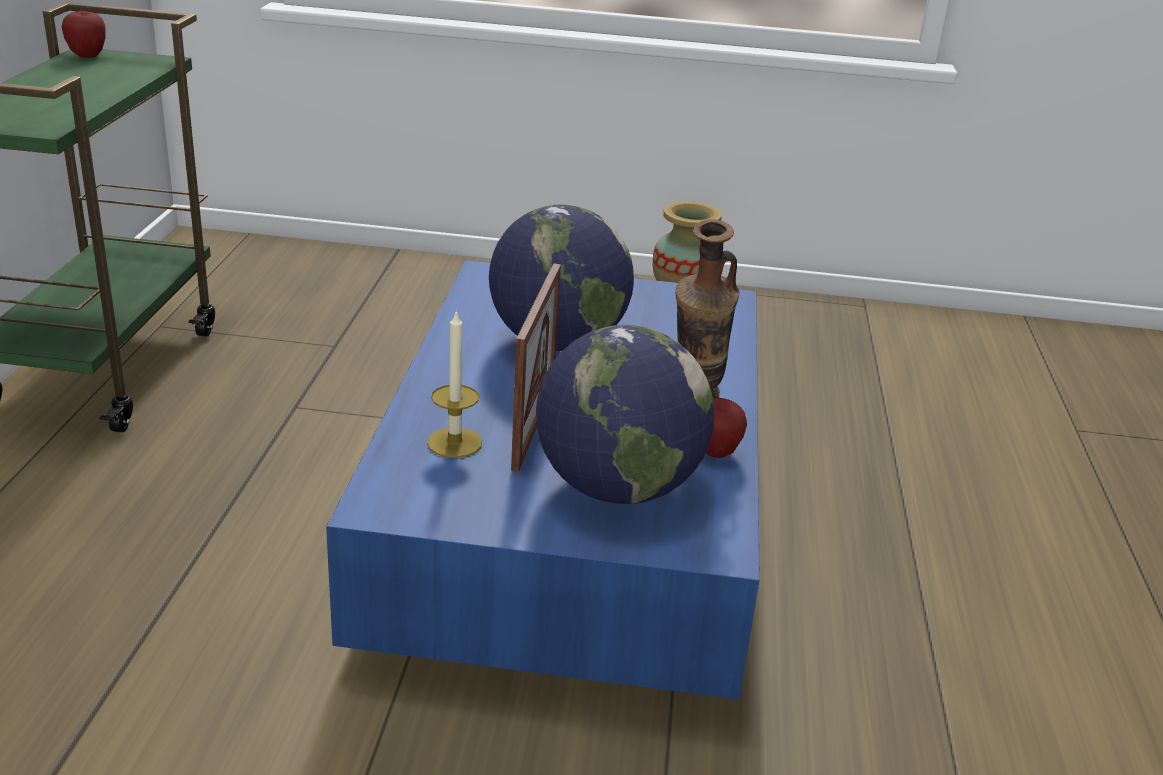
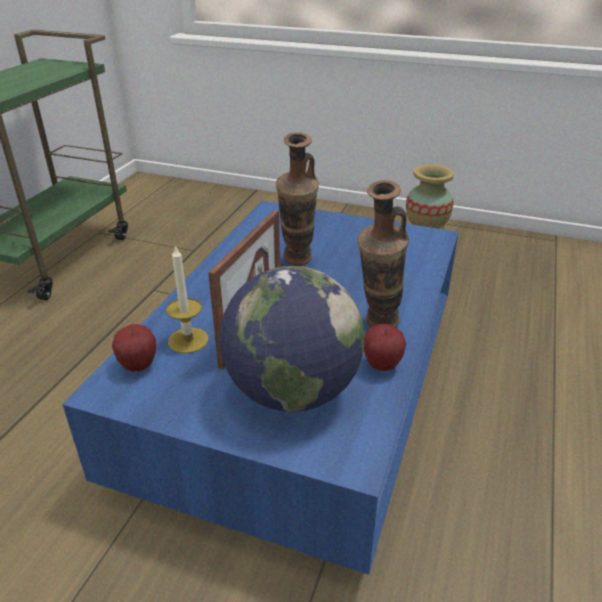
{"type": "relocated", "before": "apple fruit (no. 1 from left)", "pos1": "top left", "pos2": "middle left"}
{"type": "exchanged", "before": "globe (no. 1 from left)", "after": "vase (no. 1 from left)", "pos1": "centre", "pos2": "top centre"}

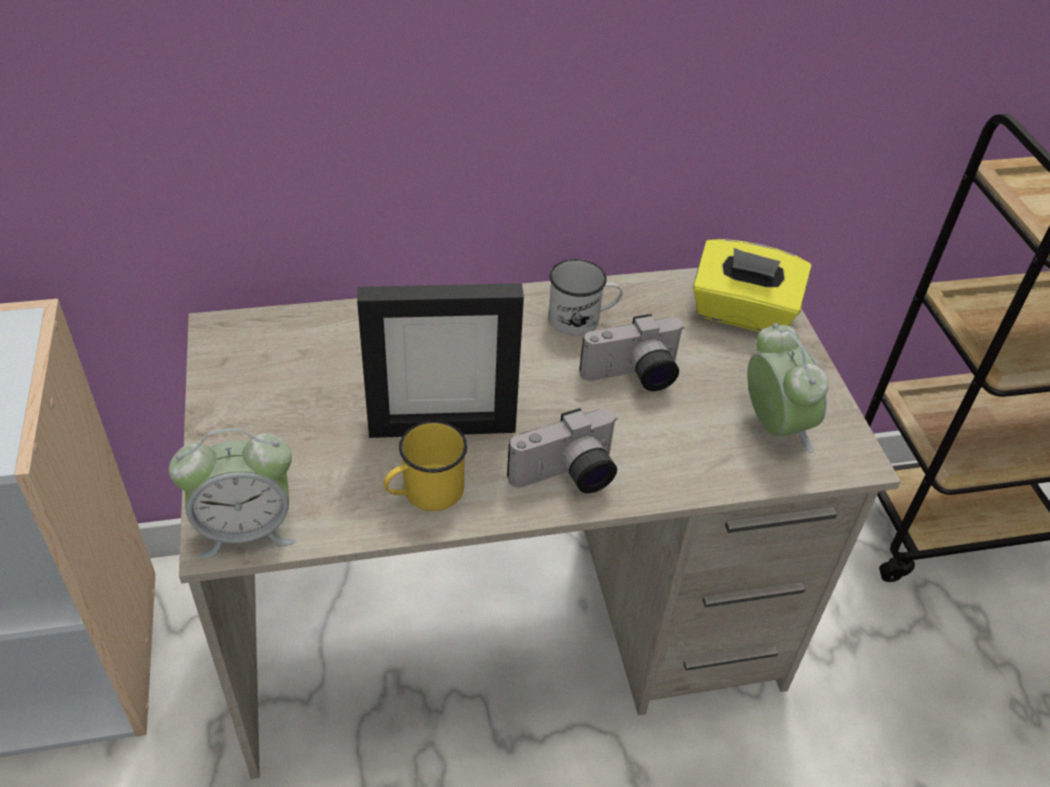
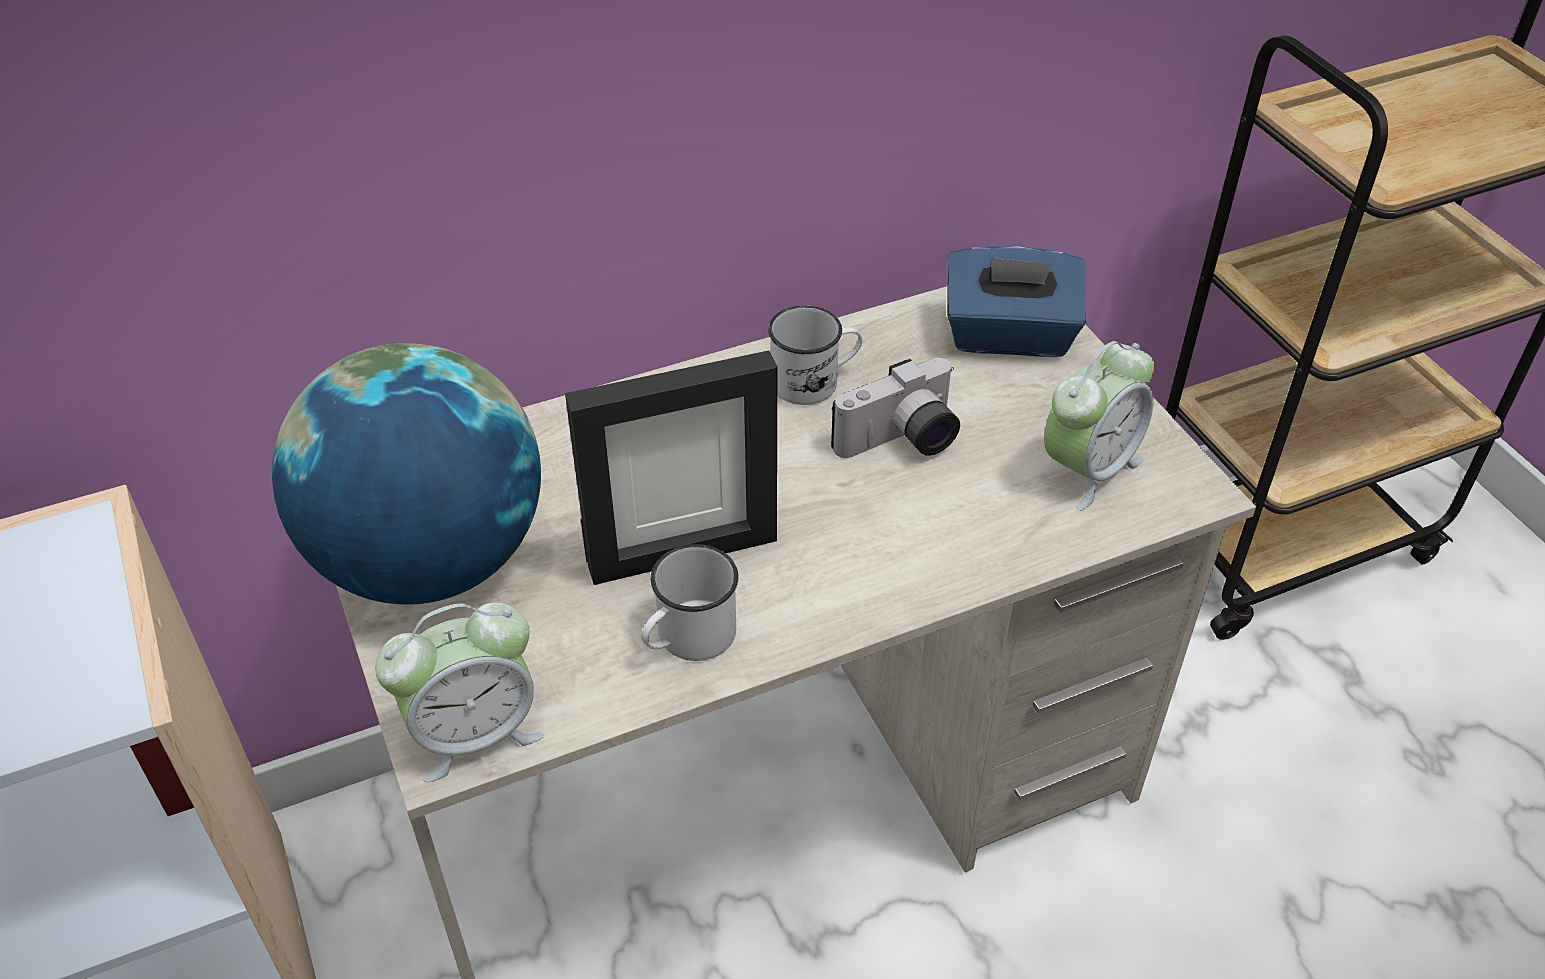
{"type": "colour", "before": "tissue box (yellowish)", "after": "tissue box (bluish)", "pos1": "middle right", "pos2": "top centre"}
{"type": "spun", "before": "table clock (no. 2 from left)", "pos1": "middle right", "pos2": "middle right", "turn": 75}
{"type": "missing", "before": "still camera (no. 1 from left)", "pos1": "centre"}
{"type": "colour", "before": "coffee mug (yellowish)", "after": "coffee mug (white-coloured) (no. 1 from left)", "pos1": "centre", "pos2": "centre"}
{"type": "appeared", "after": "globe", "pos2": "middle left"}

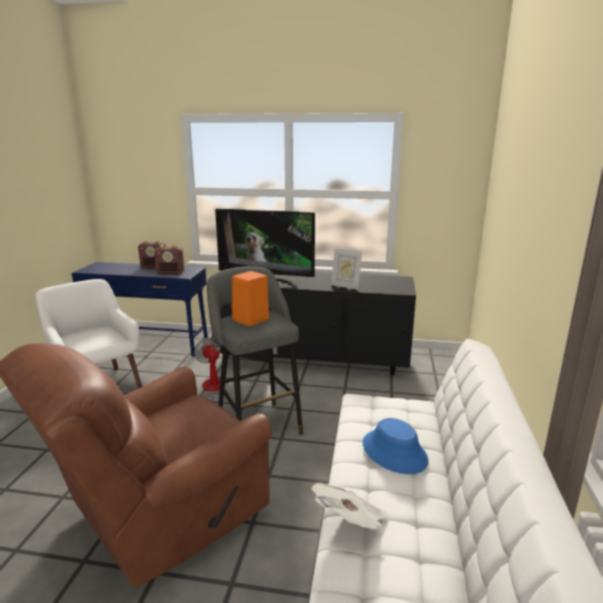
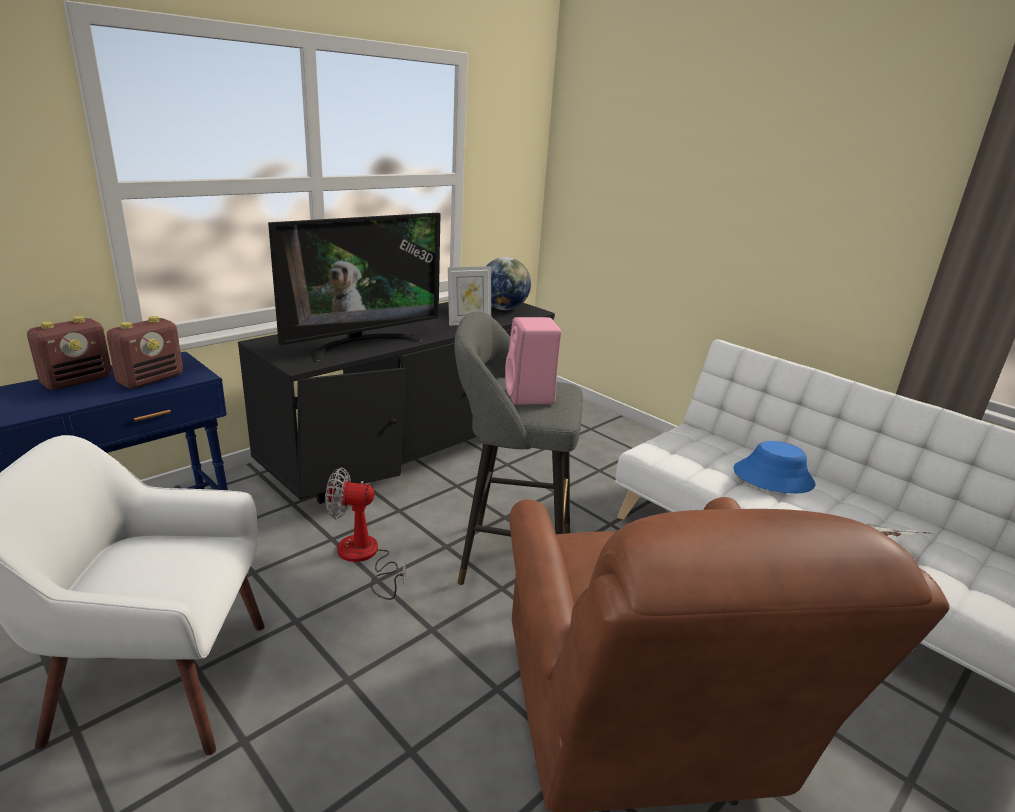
{"type": "colour", "before": "loudspeaker (orange-coloured)", "after": "loudspeaker (pinkish)", "pos1": "centre", "pos2": "centre"}
{"type": "appeared", "after": "globe", "pos2": "centre"}

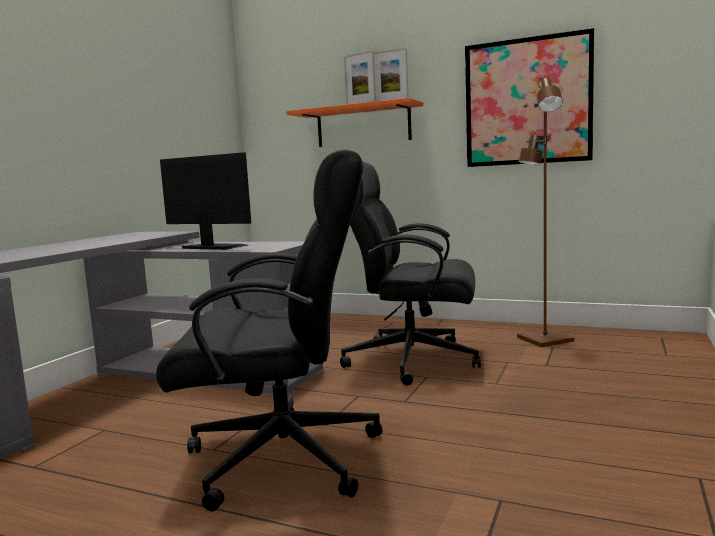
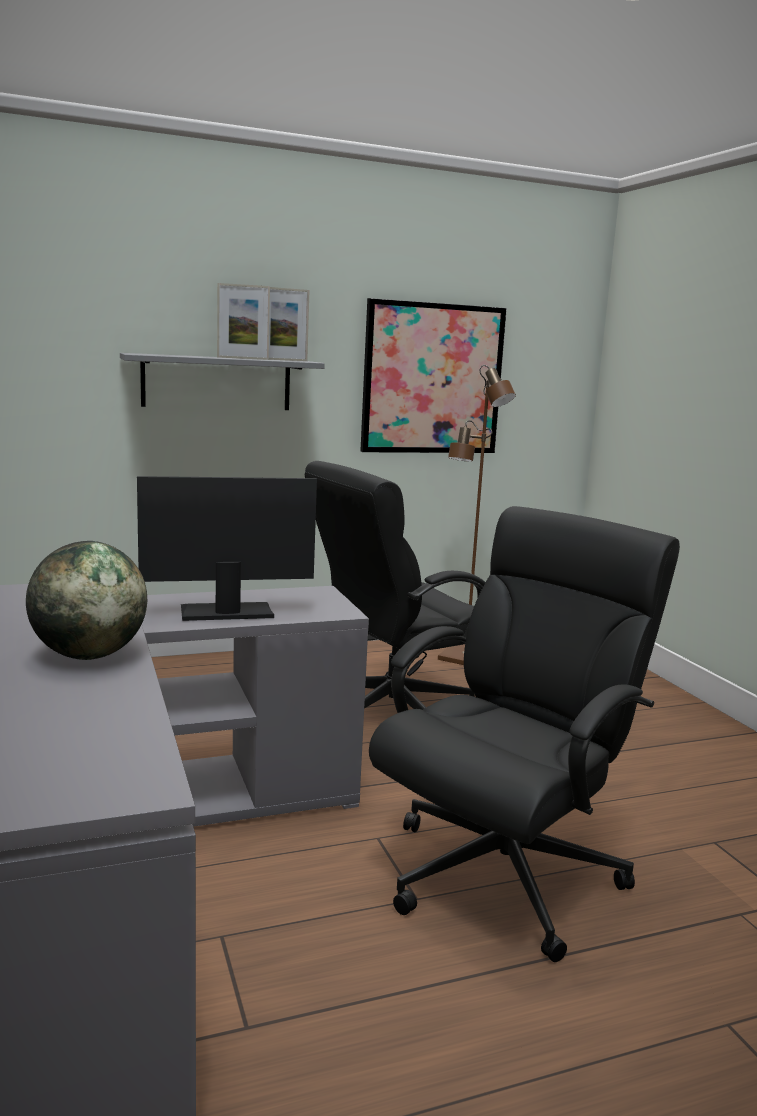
{"type": "colour", "before": "bracket shelf (orange-coloured)", "after": "bracket shelf (greyish)", "pos1": "top centre", "pos2": "middle left"}
{"type": "appeared", "after": "globe", "pos2": "middle left"}

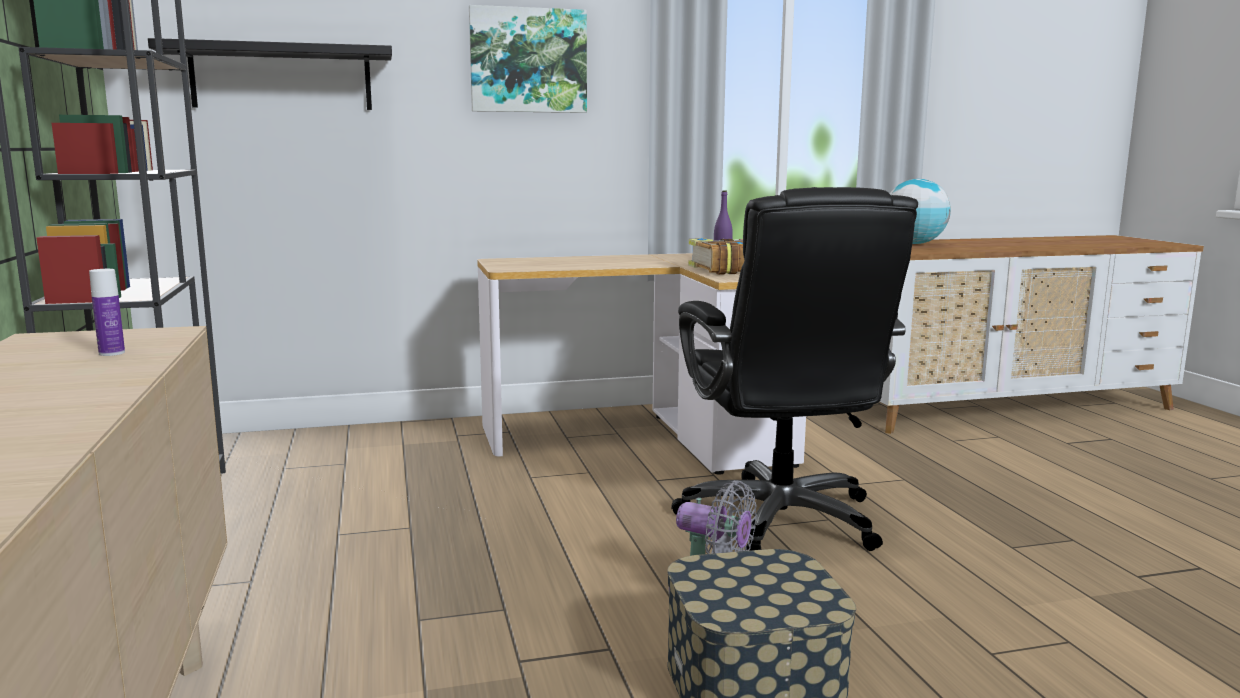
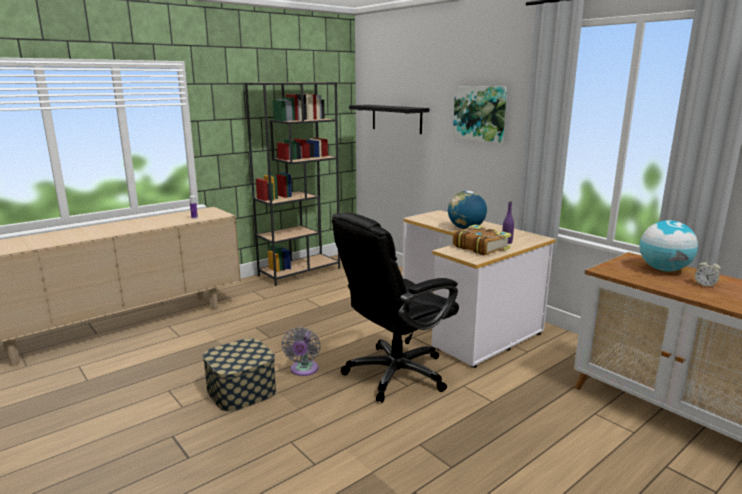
{"type": "appeared", "after": "globe (no. 1 from left)", "pos2": "centre"}
{"type": "appeared", "after": "table clock", "pos2": "middle right"}

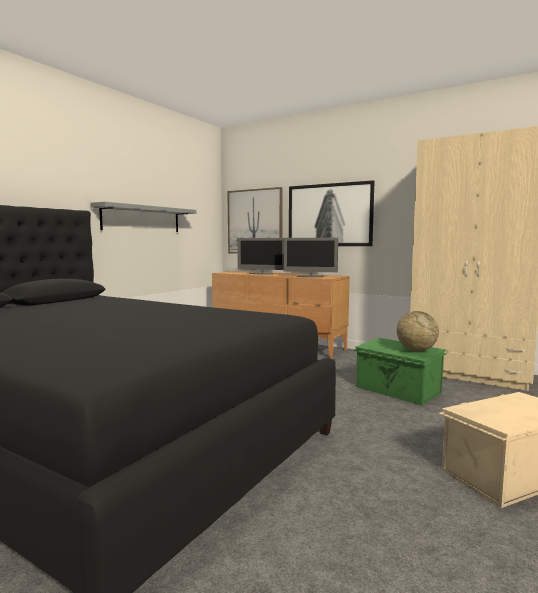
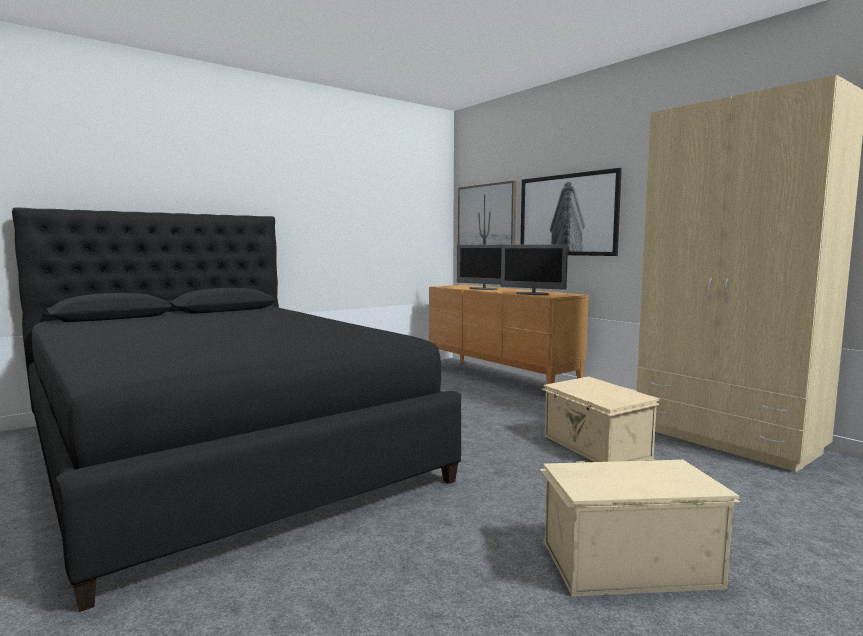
{"type": "missing", "before": "bracket shelf (greyish)", "pos1": "middle left"}
{"type": "missing", "before": "globe", "pos1": "middle right"}
{"type": "colour", "before": "storage container (green)", "after": "storage container (sand-coloured) (no. 1 from left)", "pos1": "middle right", "pos2": "middle right"}

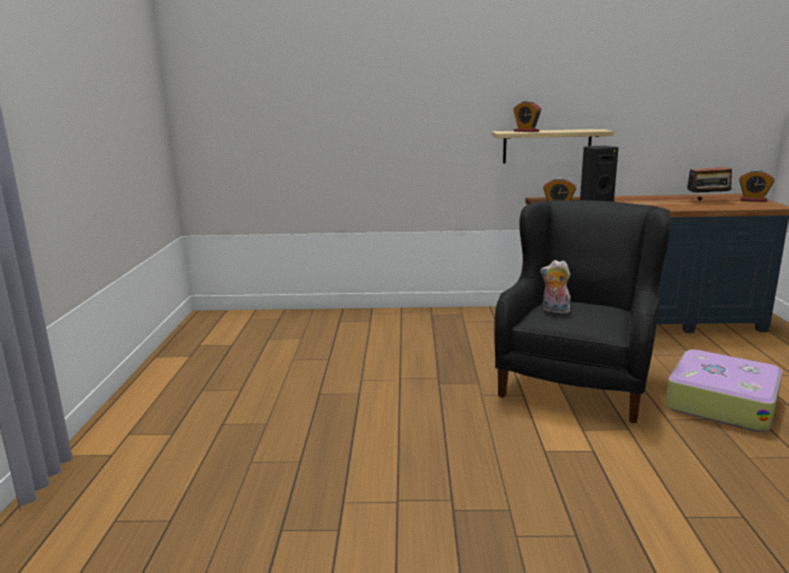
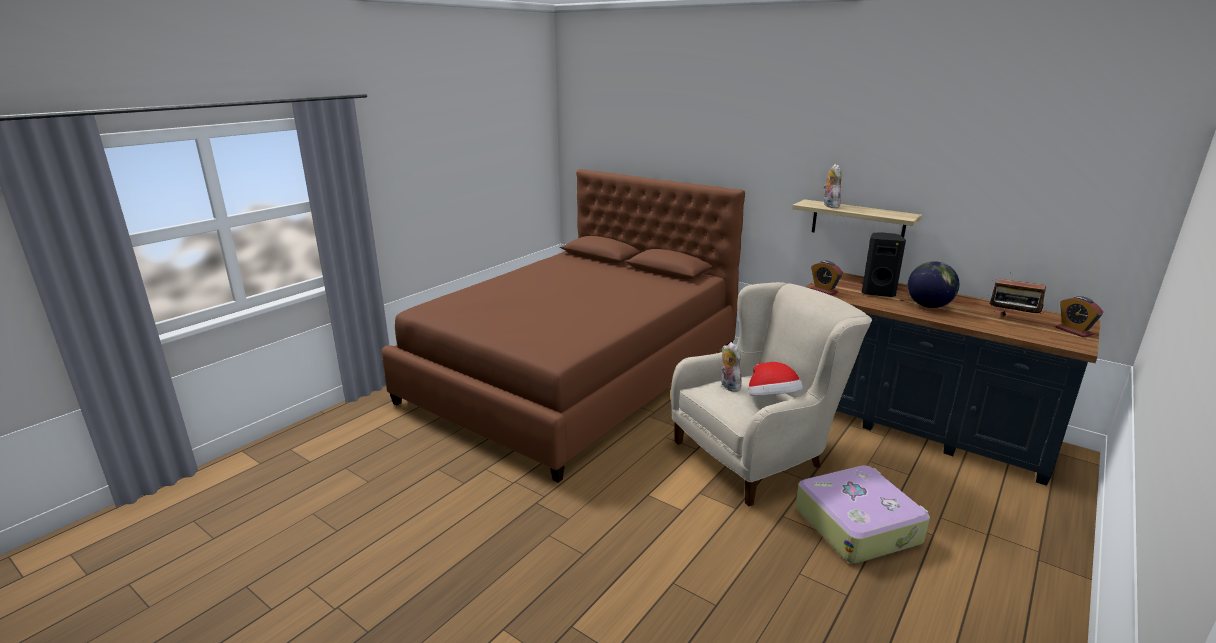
{"type": "exchanged", "before": "table clock (no. 1 from left)", "after": "plush toy (no. 2 from left)", "pos1": "top right", "pos2": "top right"}
{"type": "colour", "before": "easy chair (black-coloured)", "after": "easy chair (sand-coloured)", "pos1": "middle right", "pos2": "centre"}
{"type": "appeared", "after": "bed (brown)", "pos2": "centre"}
{"type": "appeared", "after": "globe", "pos2": "middle right"}
{"type": "appeared", "after": "clothing hat", "pos2": "centre"}

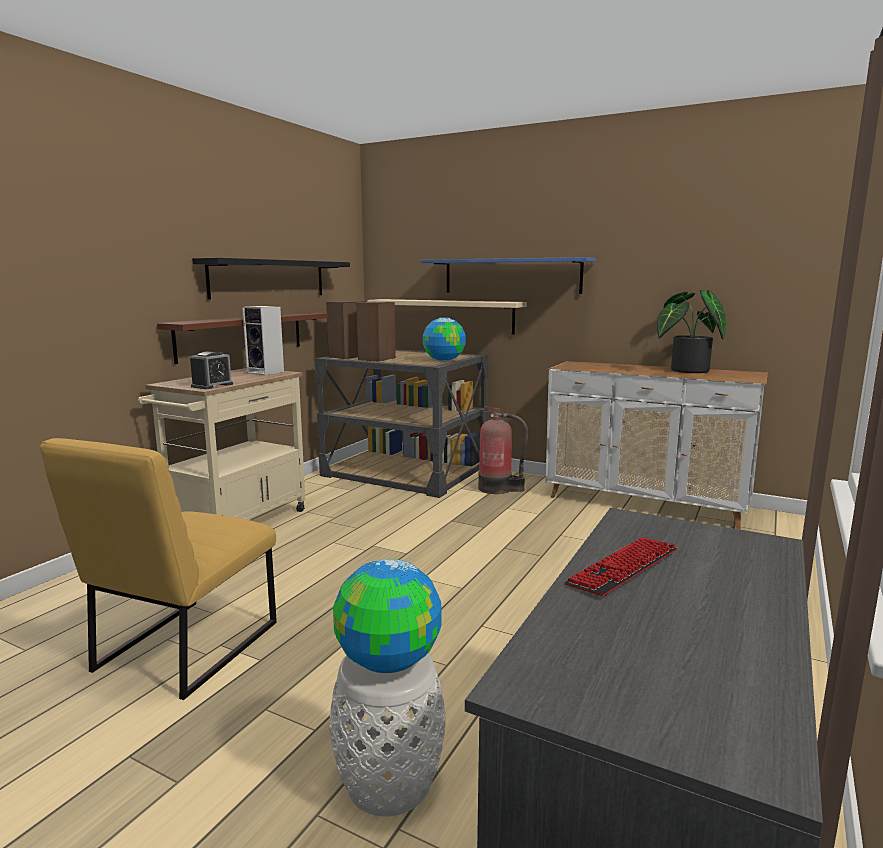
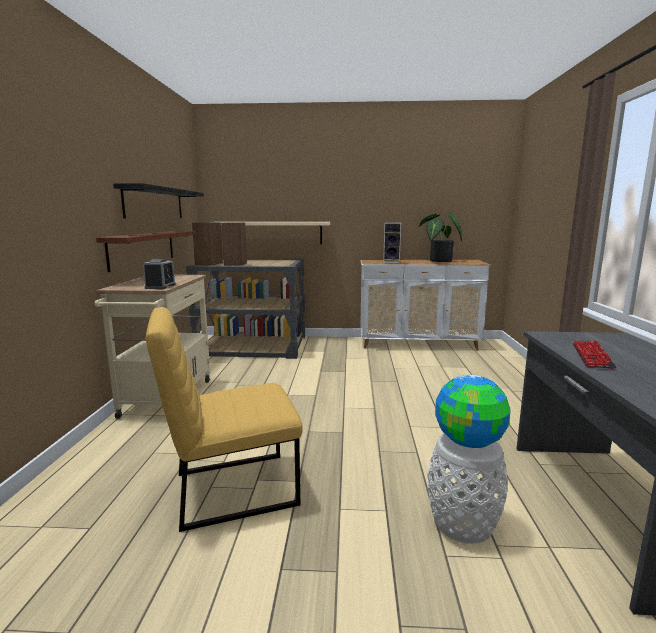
{"type": "missing", "before": "bracket shelf (bluish)", "pos1": "top centre"}
{"type": "relocated", "before": "loudspeaker (no. 1 from left in the first image)", "after": "loudspeaker (no. 3 from left)", "pos1": "middle left", "pos2": "centre"}
{"type": "missing", "before": "globe (no. 2 from left)", "pos1": "centre"}
{"type": "missing", "before": "fire-fighting cylinder", "pos1": "centre"}
{"type": "spun", "before": "upright chair (yellowish)", "pos1": "bottom left", "pos2": "centre", "turn": 75}

